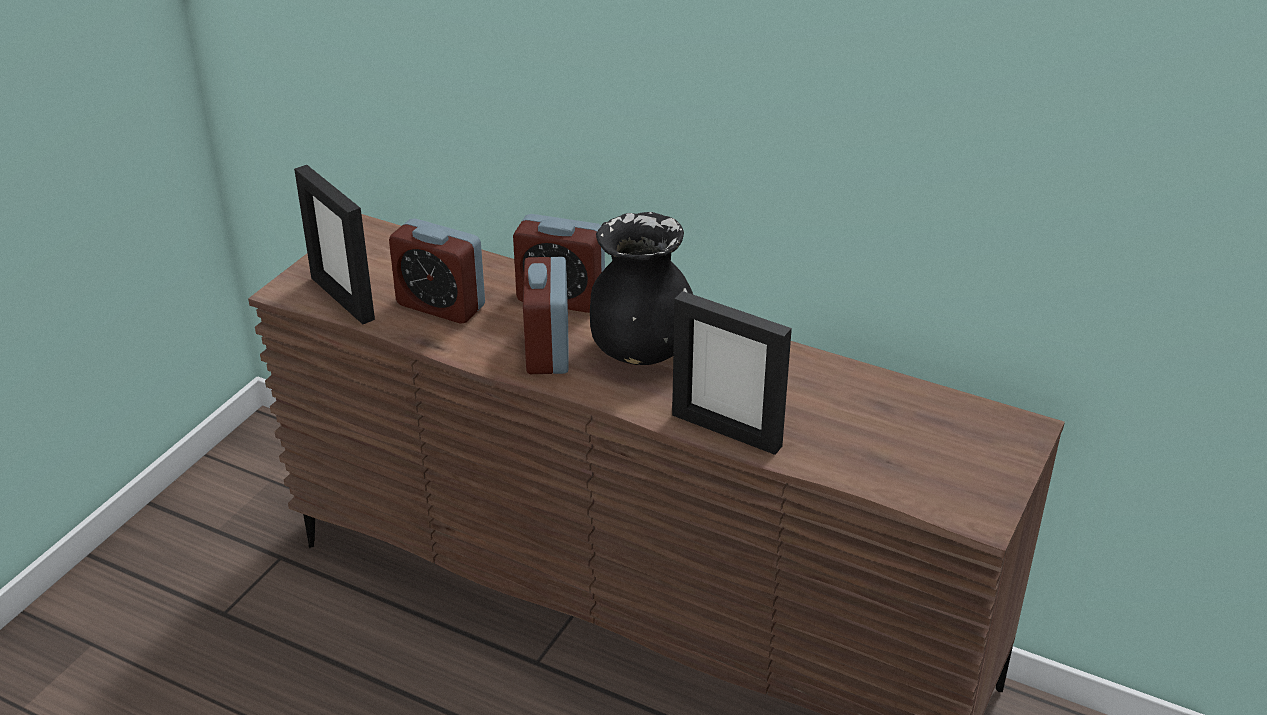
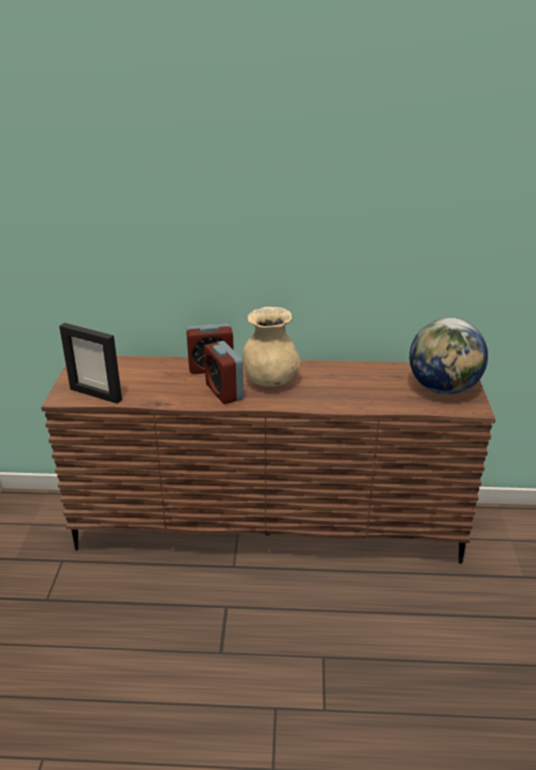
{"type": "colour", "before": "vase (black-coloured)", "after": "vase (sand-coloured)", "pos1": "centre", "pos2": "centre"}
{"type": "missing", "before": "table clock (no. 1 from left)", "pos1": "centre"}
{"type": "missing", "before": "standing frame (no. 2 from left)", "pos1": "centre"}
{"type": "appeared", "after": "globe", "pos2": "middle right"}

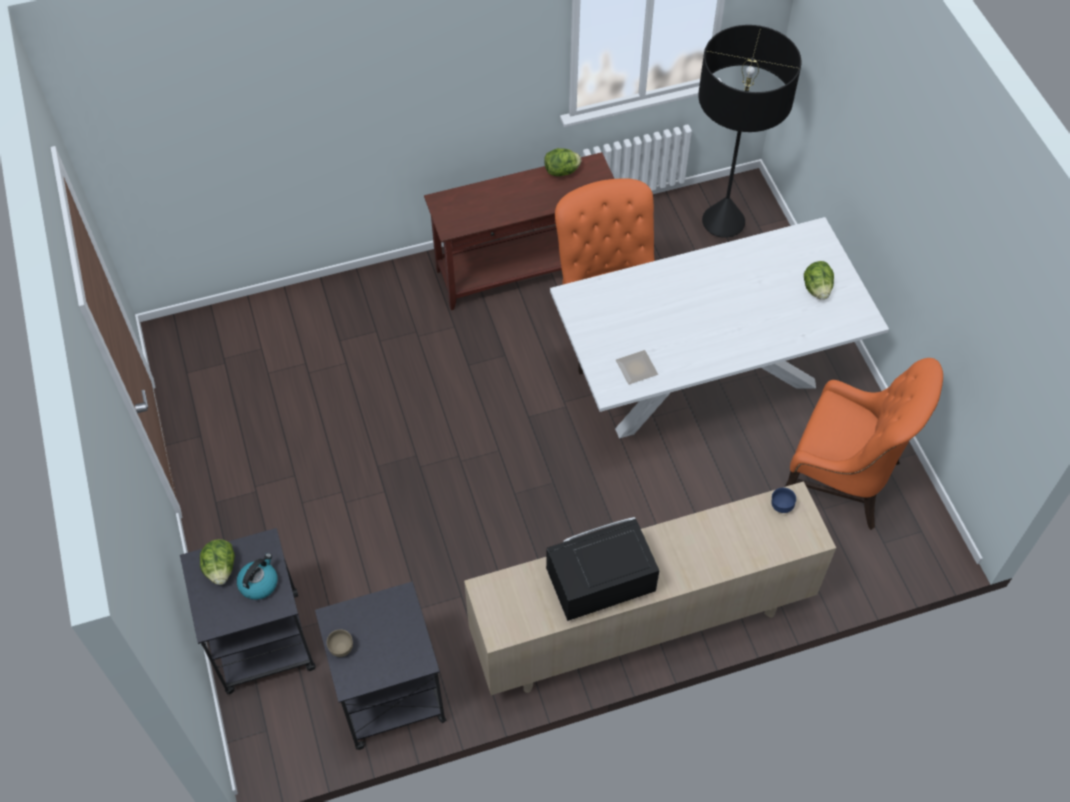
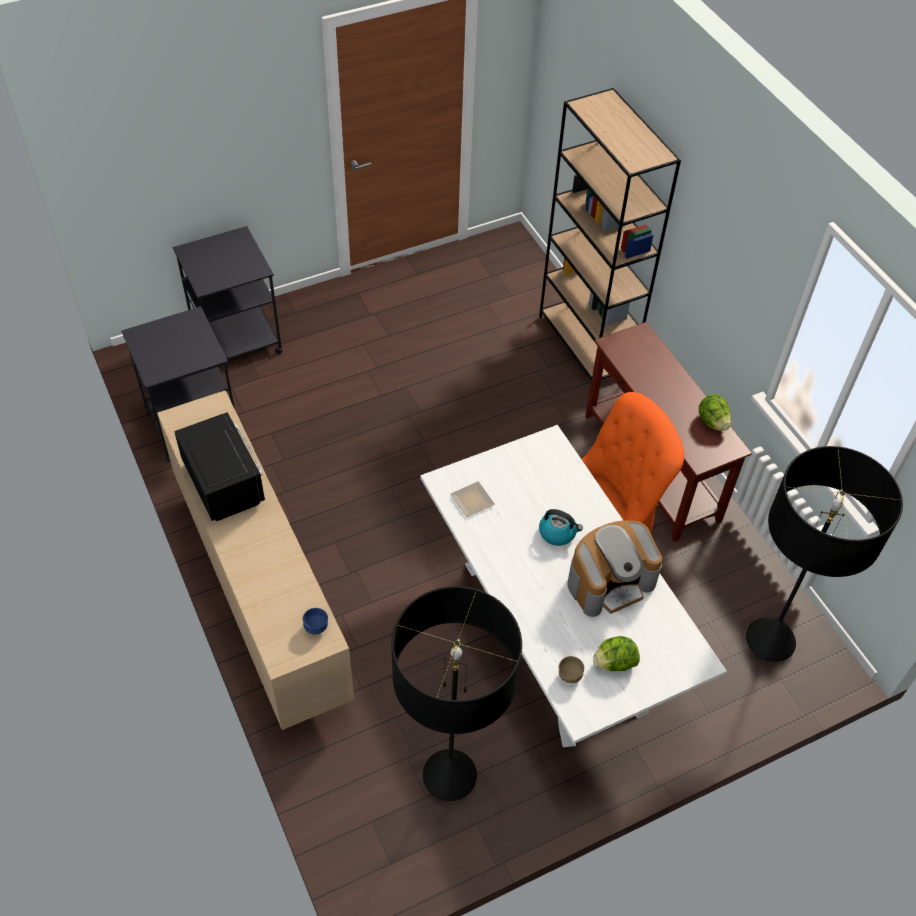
{"type": "exchanged", "before": "upright chair (orange-coloured) (no. 2 from left)", "after": "floor lamp (black-coloured) (no. 1 from left)", "pos1": "middle right", "pos2": "bottom centre"}
{"type": "missing", "before": "head of lettuce (no. 1 from left)", "pos1": "bottom left"}
{"type": "relocated", "before": "kettle", "pos1": "bottom left", "pos2": "centre"}
{"type": "relocated", "before": "serving bowl (brown)", "pos1": "bottom left", "pos2": "bottom centre"}
{"type": "appeared", "after": "bookcase (sand-coloured)", "pos2": "top centre"}
{"type": "appeared", "after": "coffee maker", "pos2": "middle right"}

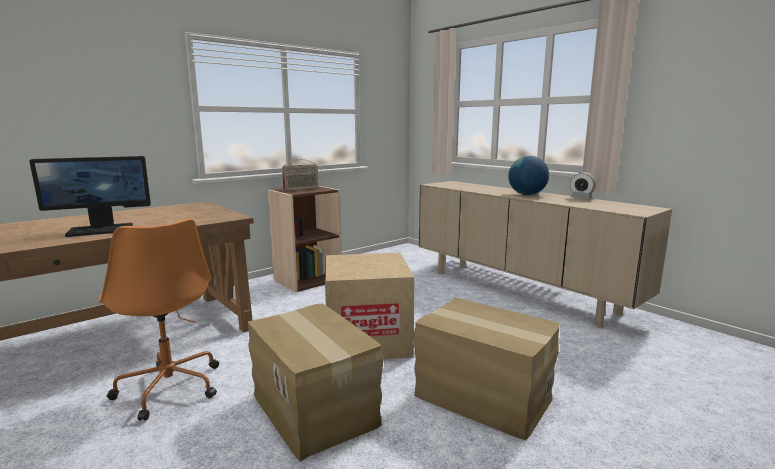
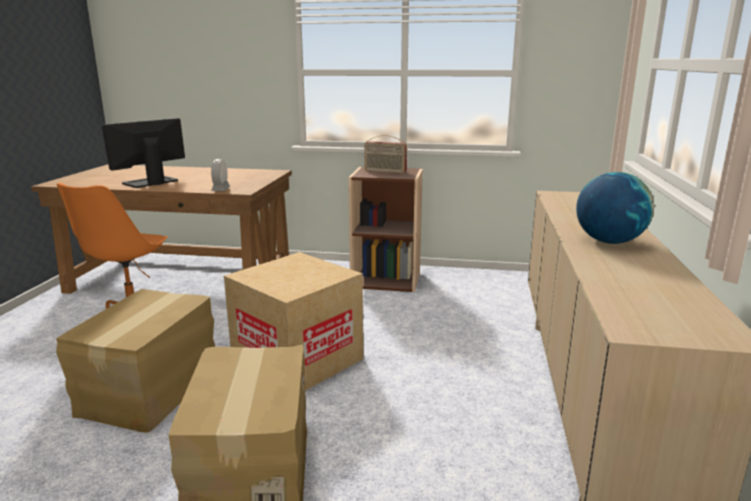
{"type": "spun", "before": "computer screen", "pos1": "middle left", "pos2": "top left", "turn": 105}
{"type": "relocated", "before": "table clock", "pos1": "middle right", "pos2": "middle left"}

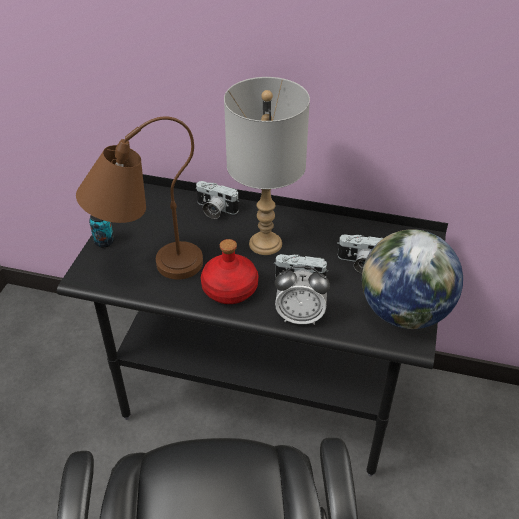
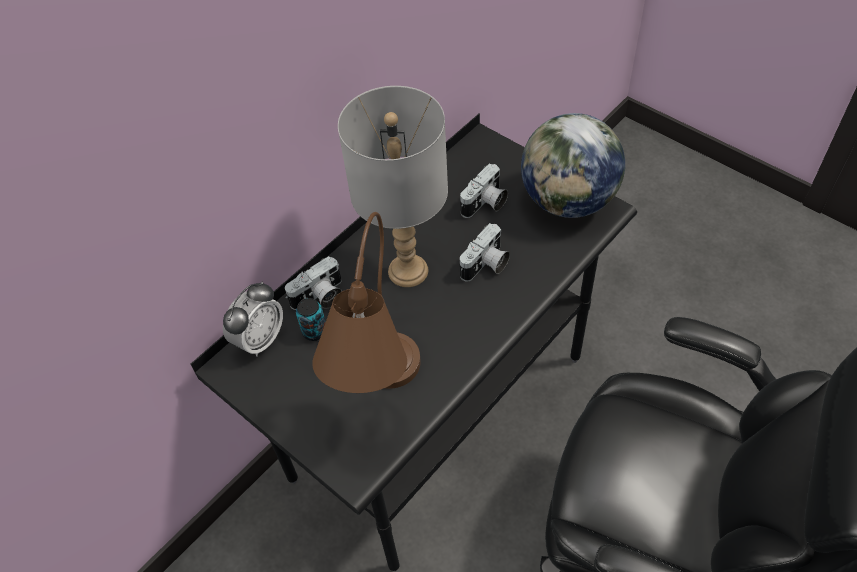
{"type": "relocated", "before": "metal can", "pos1": "middle left", "pos2": "centre"}
{"type": "missing", "before": "drink bottle (reddish)", "pos1": "centre"}
{"type": "relocated", "before": "table clock", "pos1": "centre", "pos2": "middle left"}

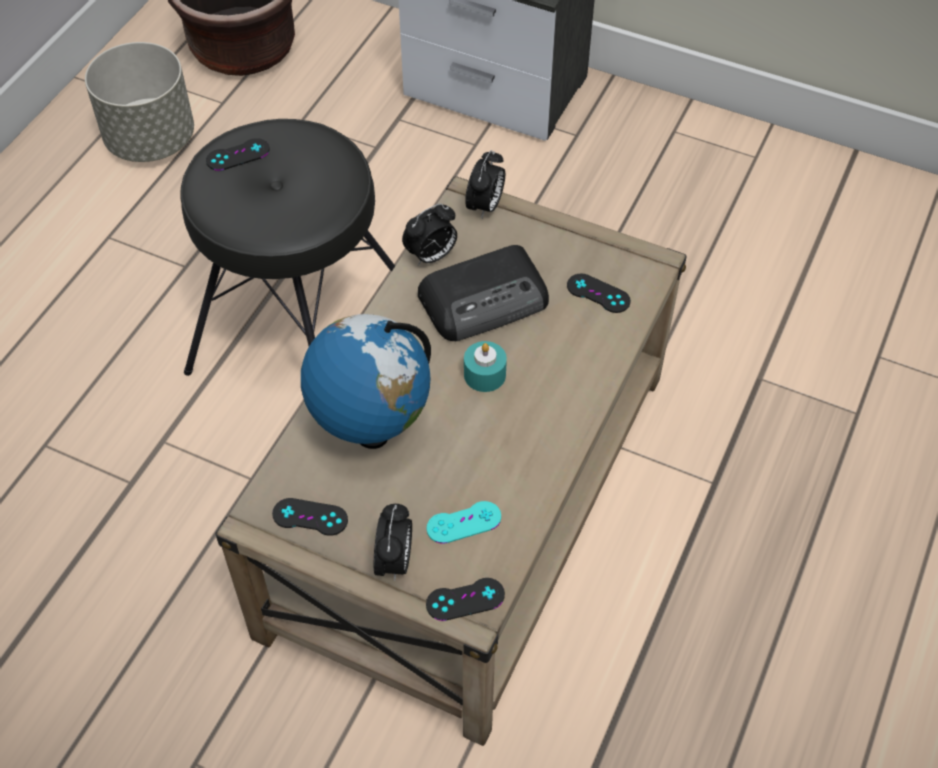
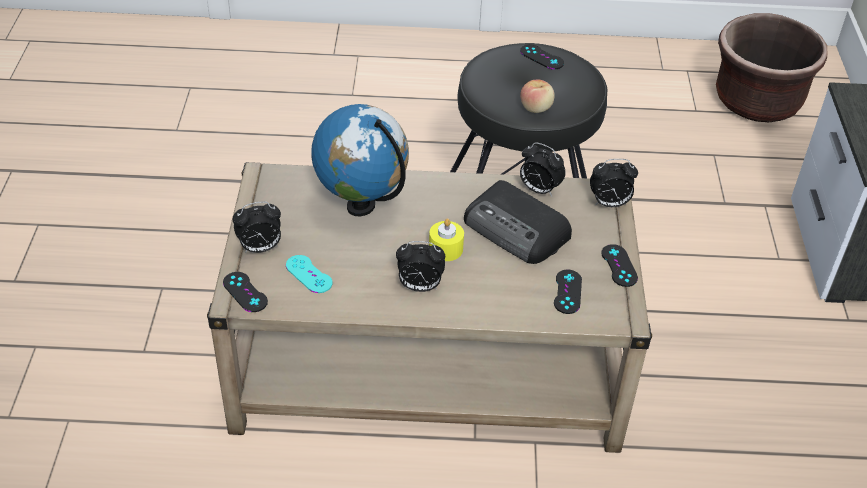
{"type": "missing", "before": "plant pot (greyish)", "pos1": "top left"}
{"type": "colour", "before": "wax candle (blue-green)", "after": "wax candle (yellowish)", "pos1": "centre", "pos2": "centre"}
{"type": "relocated", "before": "gamepad (black-coloured) (no. 2 from left in the first image)", "after": "gamepad (black-coloured) (no. 4 from left)", "pos1": "bottom left", "pos2": "middle right"}
{"type": "appeared", "after": "apple fruit", "pos2": "top centre"}
{"type": "appeared", "after": "table clock (no. 2 from left)", "pos2": "centre"}

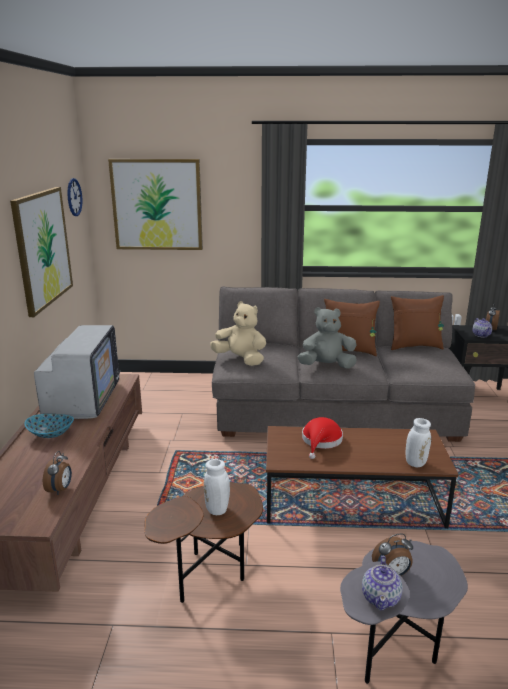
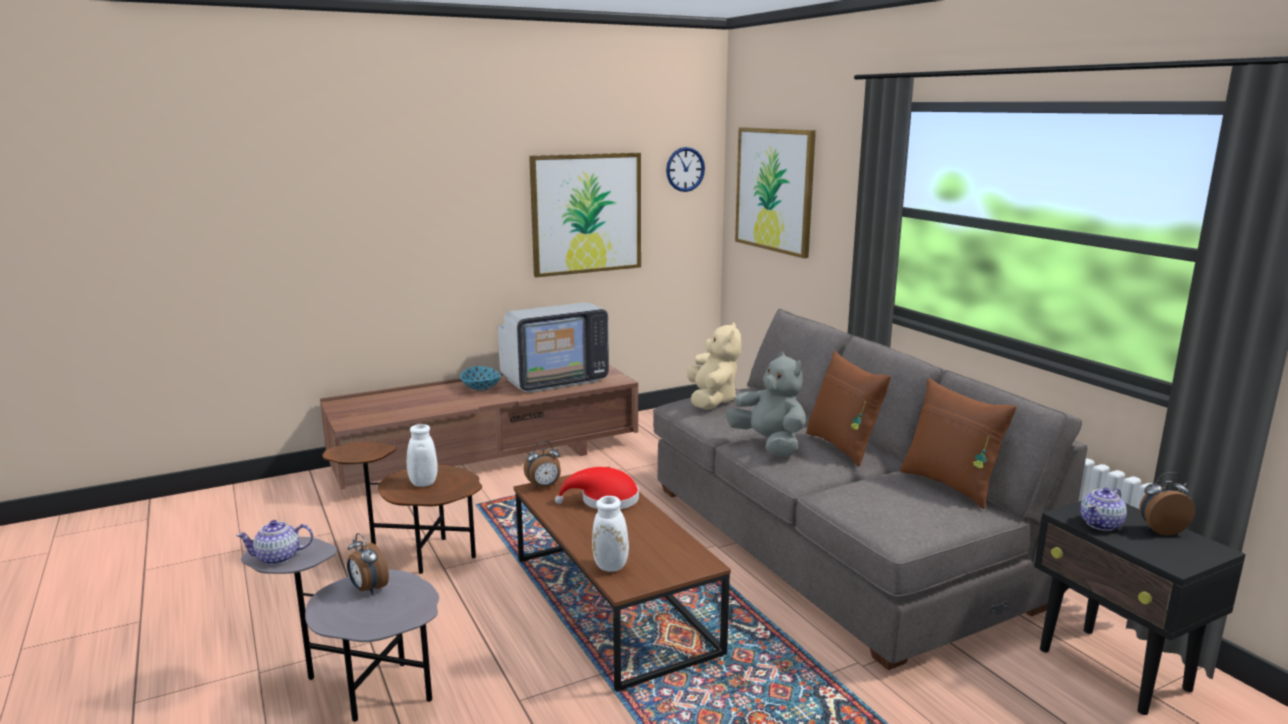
{"type": "relocated", "before": "table clock (no. 1 from left in the first image)", "after": "table clock (no. 2 from left)", "pos1": "bottom left", "pos2": "centre"}

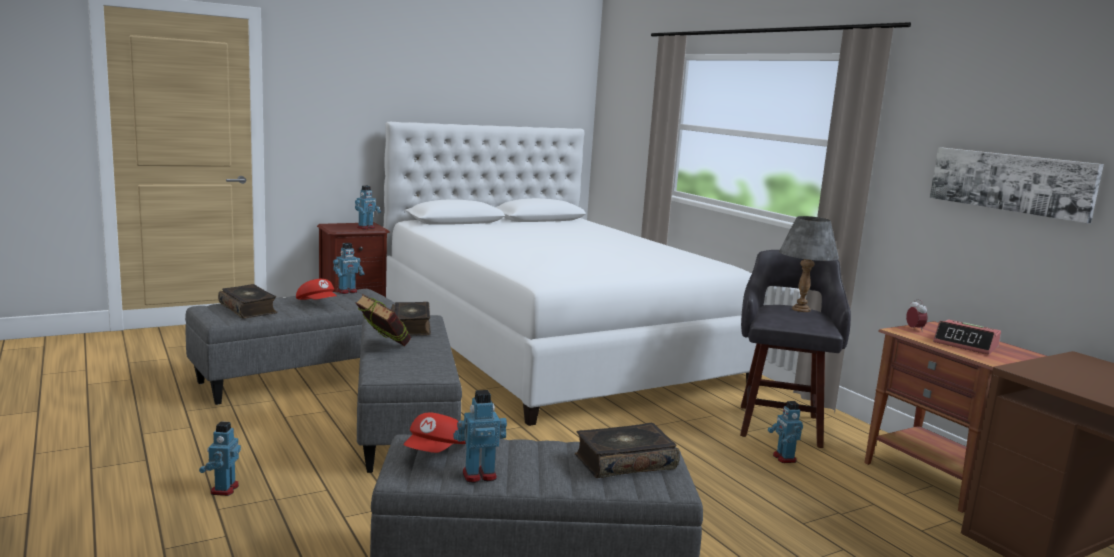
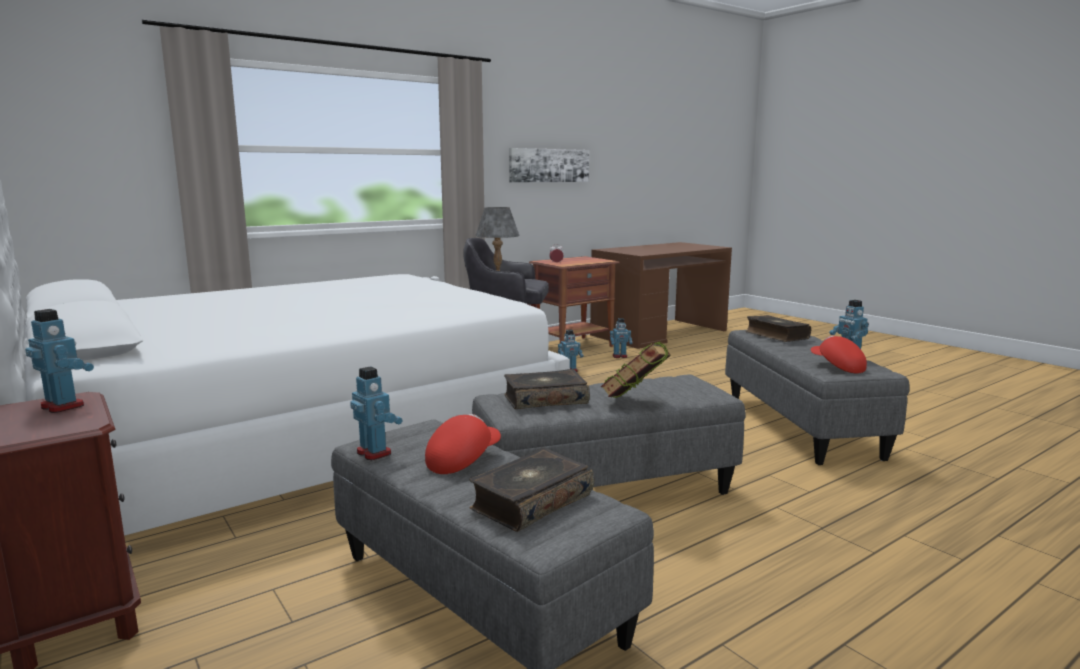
{"type": "missing", "before": "table clock (no. 2 from left)", "pos1": "middle right"}
{"type": "spun", "before": "peaked cap (reddish) (no. 2 from left)", "pos1": "bottom centre", "pos2": "middle right", "turn": -135}
{"type": "relocated", "before": "robot figure (no. 1 from left in the first image)", "after": "robot figure (no. 4 from left)", "pos1": "bottom left", "pos2": "centre"}

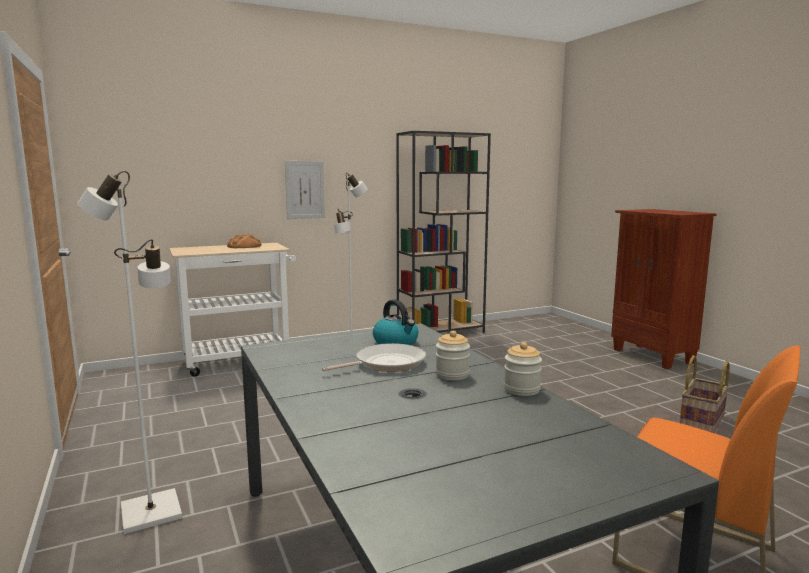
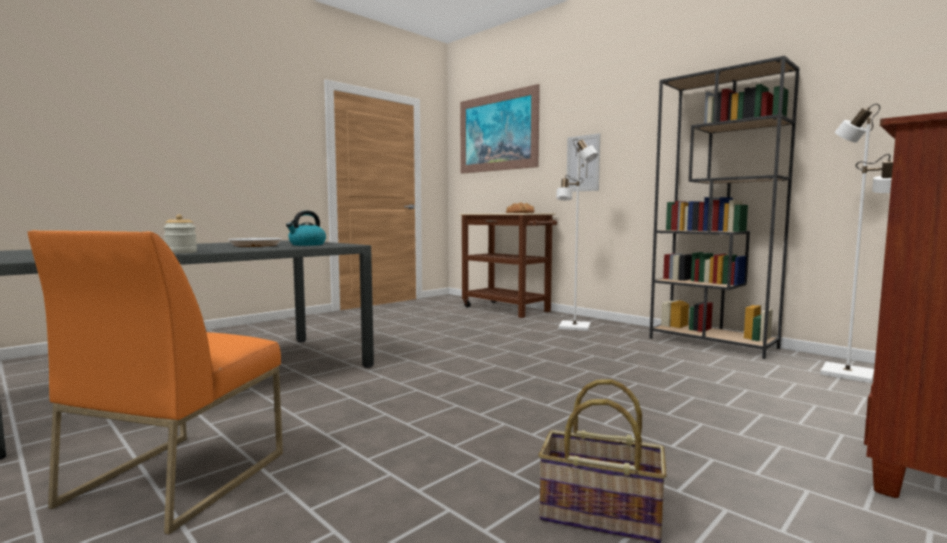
{"type": "relocated", "before": "floor lamp (white-coloured) (no. 1 from left in the first image)", "after": "floor lamp (white-coloured) (no. 2 from left)", "pos1": "middle left", "pos2": "middle right"}
{"type": "colour", "before": "trolley (white-coloured)", "after": "trolley (brown)", "pos1": "middle left", "pos2": "centre"}
{"type": "missing", "before": "jar (no. 1 from left)", "pos1": "centre"}
{"type": "appeared", "after": "wall picture (no. 1 from left)", "pos2": "top centre"}

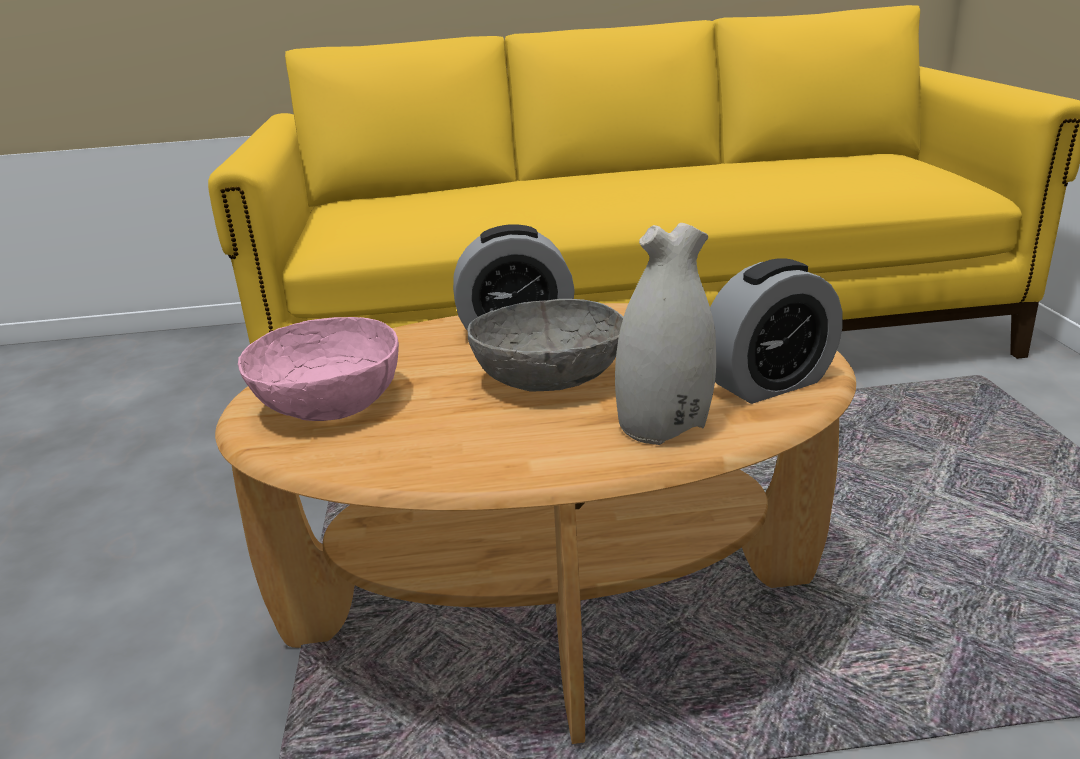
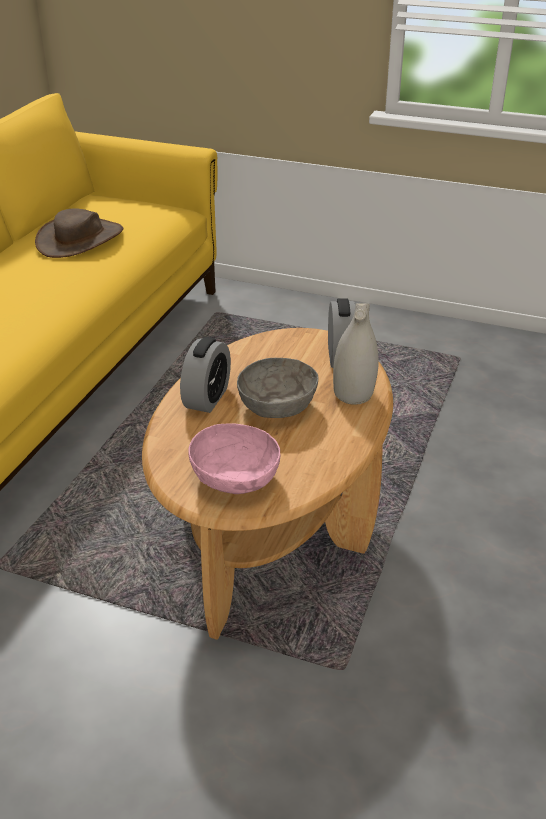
{"type": "appeared", "after": "clothing hat (brown)", "pos2": "top left"}

